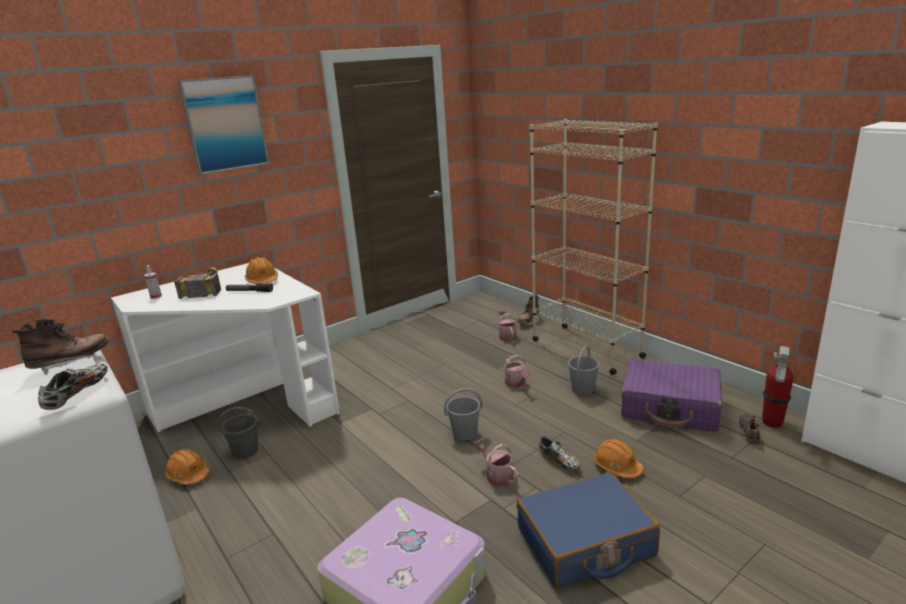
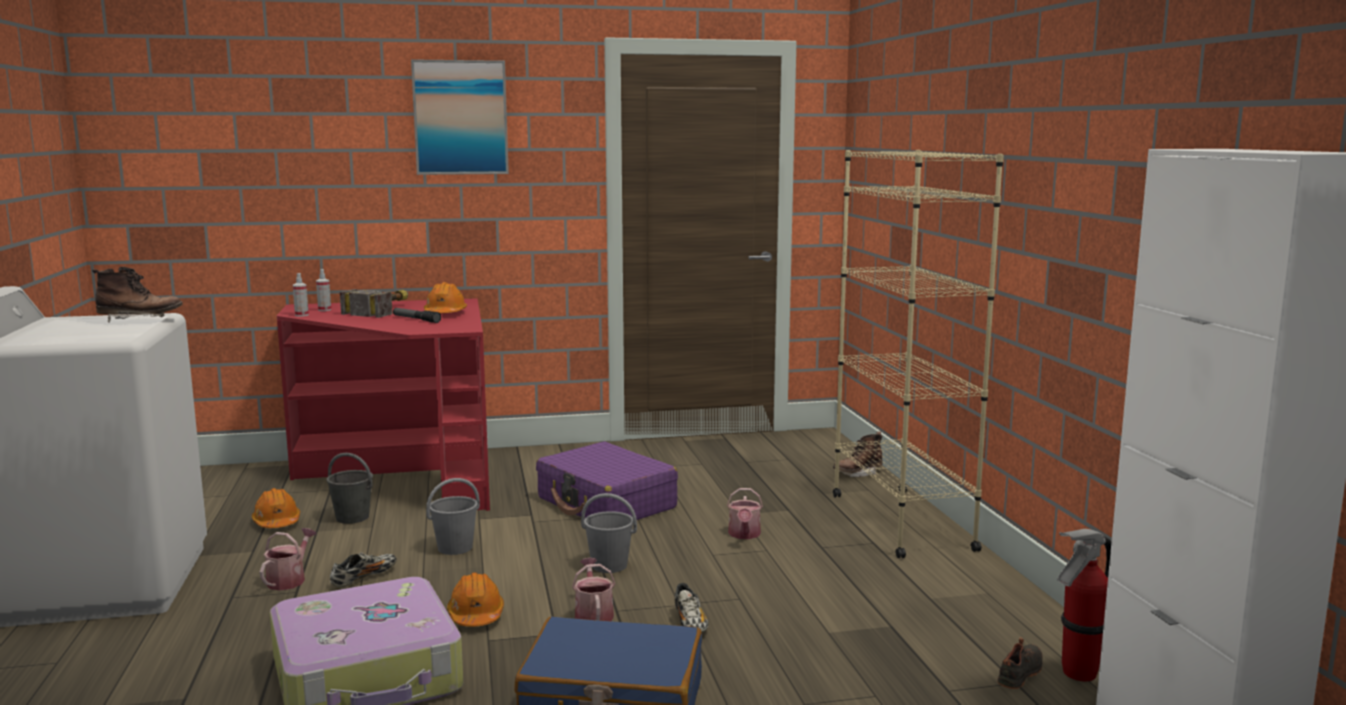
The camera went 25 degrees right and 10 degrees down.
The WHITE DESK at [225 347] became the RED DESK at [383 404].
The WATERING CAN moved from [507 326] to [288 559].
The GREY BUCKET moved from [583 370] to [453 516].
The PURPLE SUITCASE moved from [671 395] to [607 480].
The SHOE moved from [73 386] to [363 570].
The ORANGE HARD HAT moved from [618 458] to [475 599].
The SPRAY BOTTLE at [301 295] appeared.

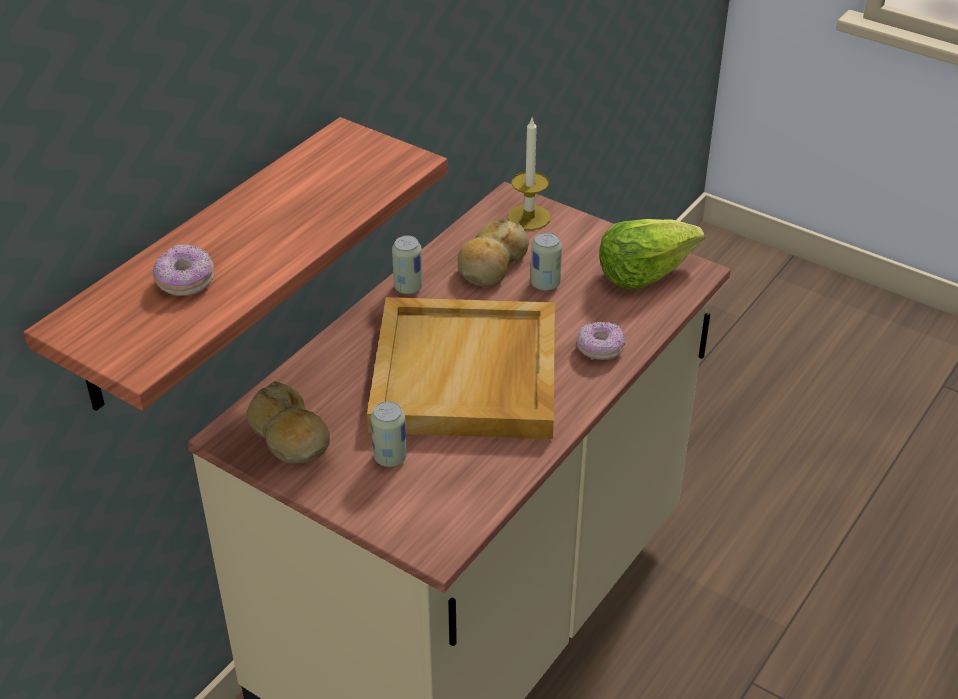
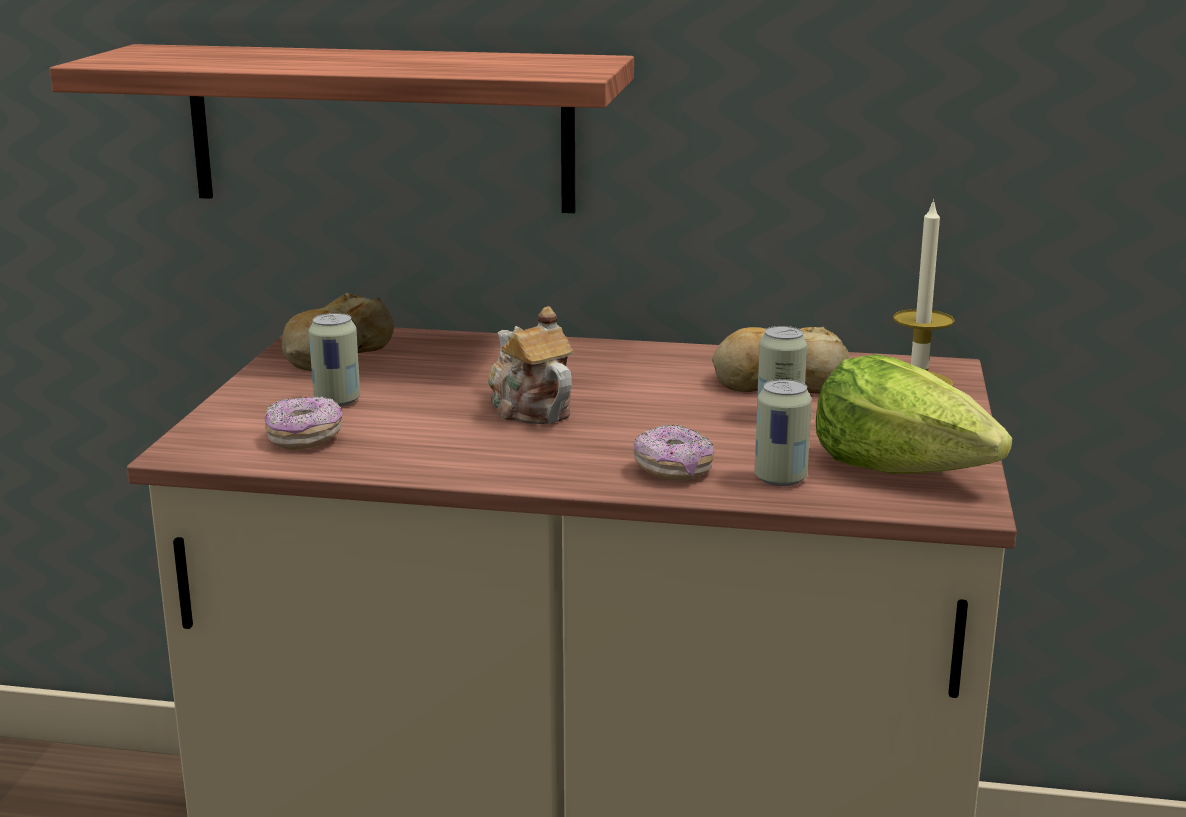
The camera went 65 degrees right and 20 degrees down.
The CAN moved from [407 264] to [783 432].
The DONUT moved from [183 270] to [303 423].
The BEIGE TRAY at [461 368] was replaced by the TEAPOT at [531 365].

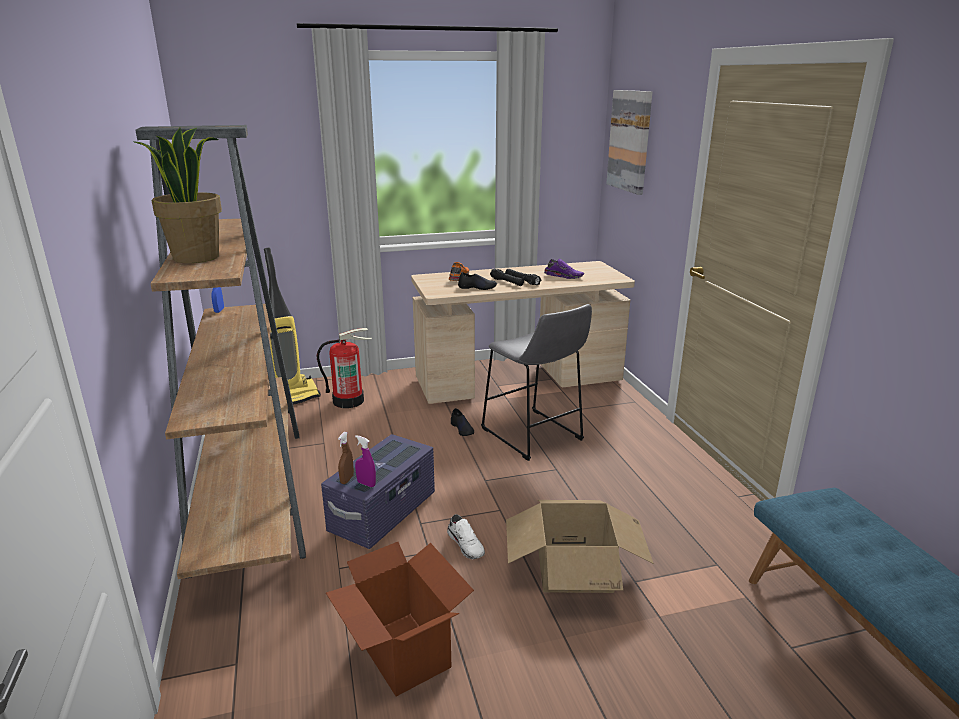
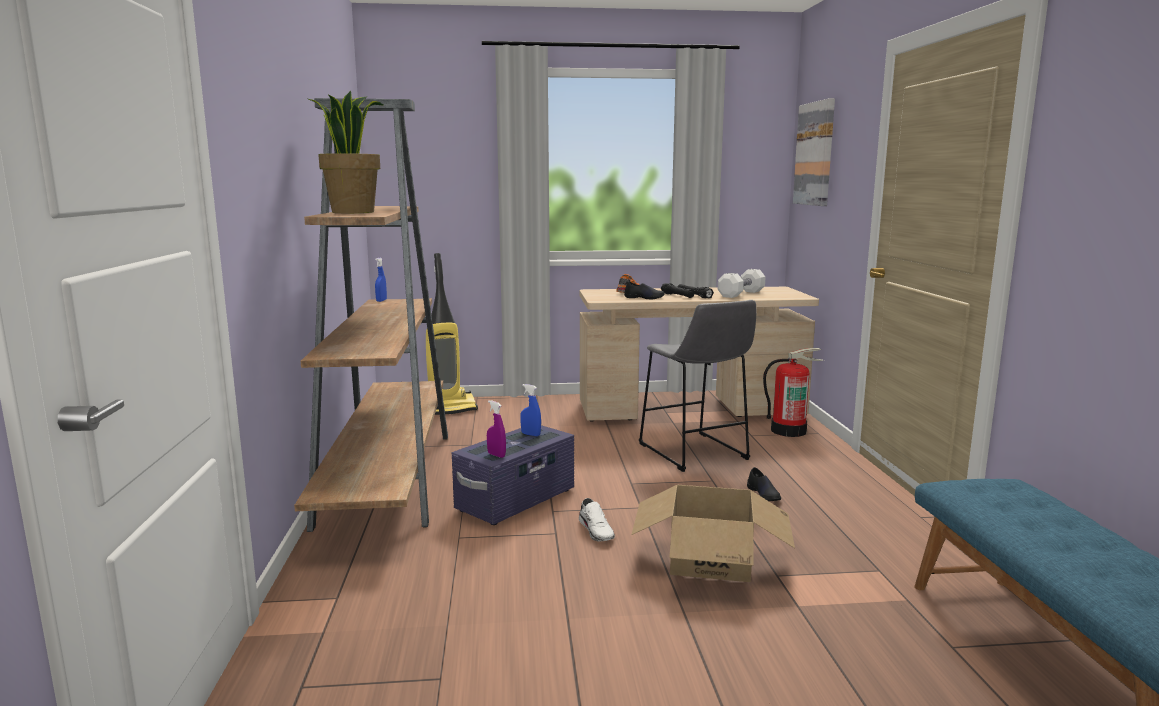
The camera went 10 degrees right and 10 degrees down.
The PURPLE SHOE at [564 268] was replaced by the WHITE DUMBBELL at [742 283].
The FIRE EXTINGUISHER moved from [344 368] to [793 392].
The BLACK SHOE moved from [462 422] to [764 484].
The BROWN SPRAY BOTTLE at [346 458] disappeared.
The CARDBOARD BOX at [400 619] disappeared.
The BLUE SPRAY BOTTLE at [530 410] appeared.

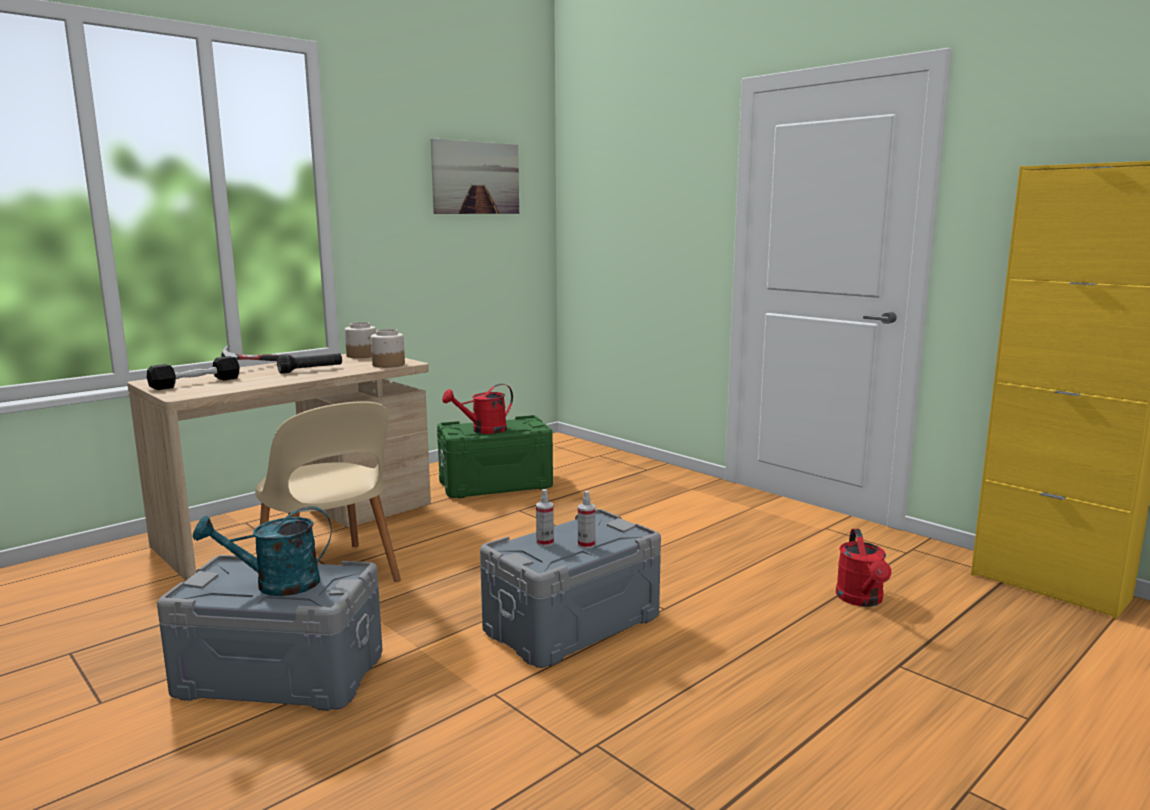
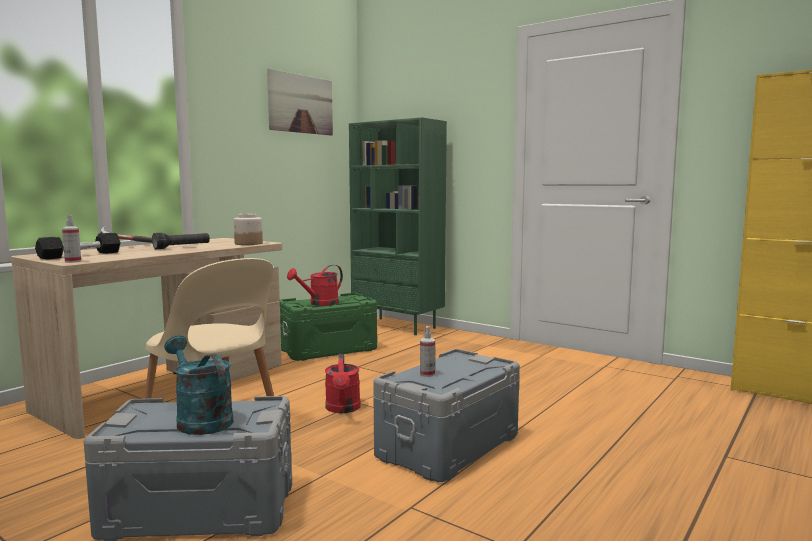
The camera went 10 degrees left and 5 degrees down.
The JAR at [360 340] disappeared.
The SPRAY BOTTLE moved from [586 520] to [71 239].
The TURQUOISE WATERING CAN at [262 551] turned 75 degrees clockwise.
The RED WATERING CAN moved from [864 568] to [343 383].
The GREEN BOOKCASE at [398 226] appeared.

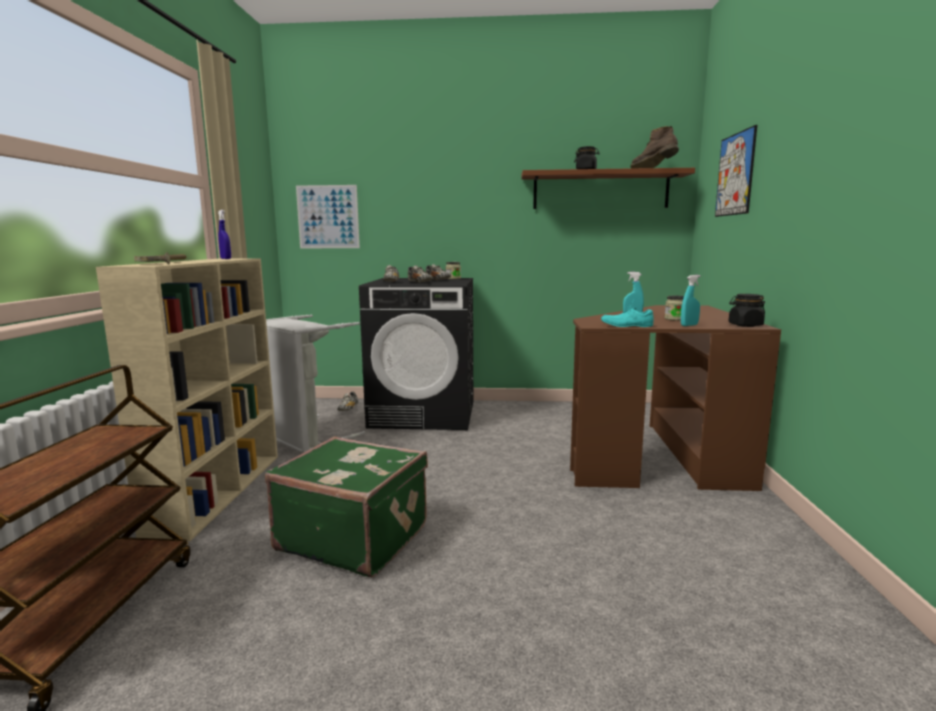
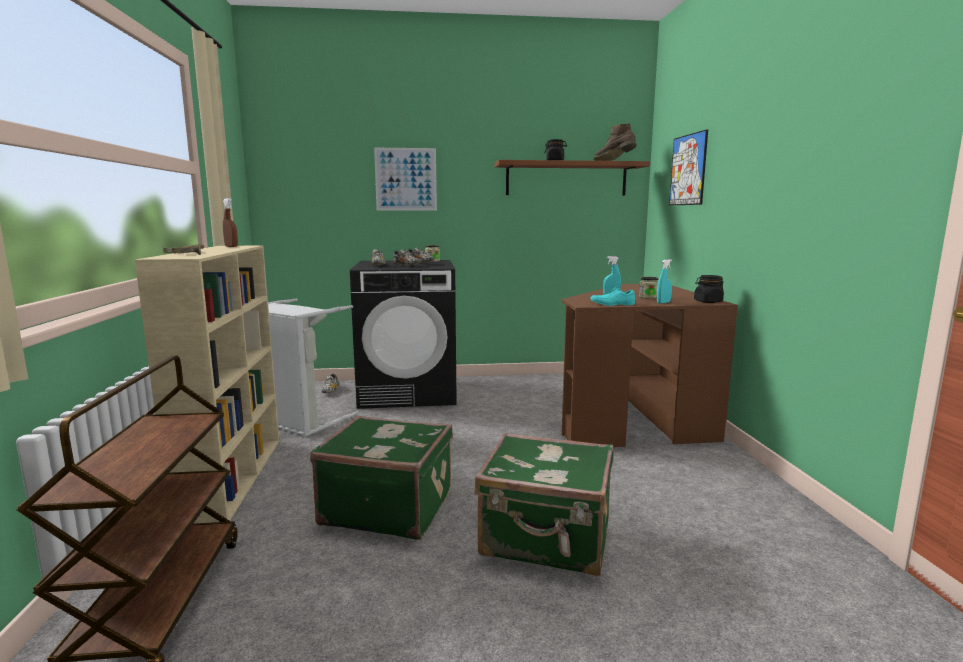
The camera went 10 degrees left and 0 degrees up.
The PICTURE moved from [328 216] to [405 179].
The BLUE SPRAY BOTTLE at [224 234] became the BROWN SPRAY BOTTLE at [230 222].
The GREEN SUITCASE at [544 504] appeared.

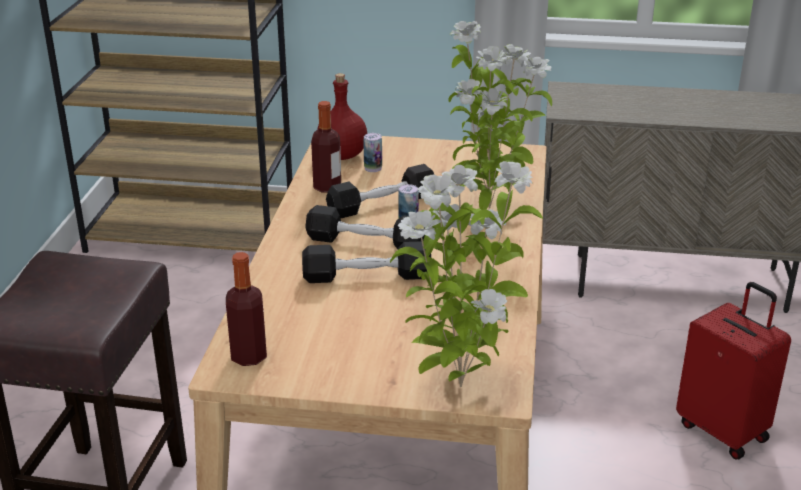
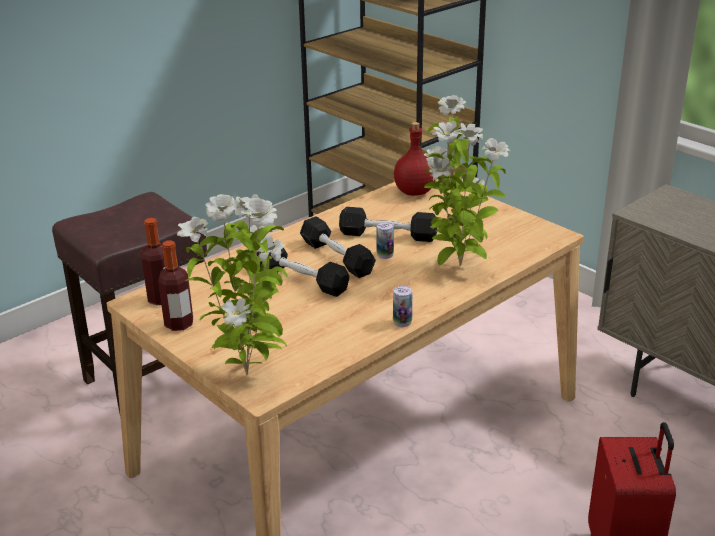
The camera went 40 degrees right and 0 degrees up.
The BOTTLE moved from [326 146] to [175 285].
The CAN moved from [372 152] to [403 306].

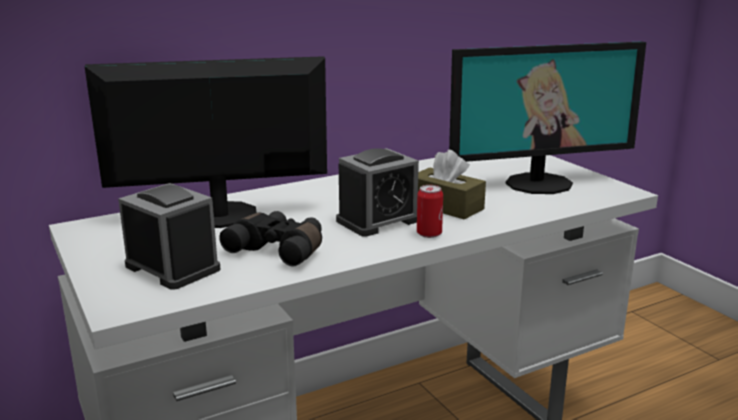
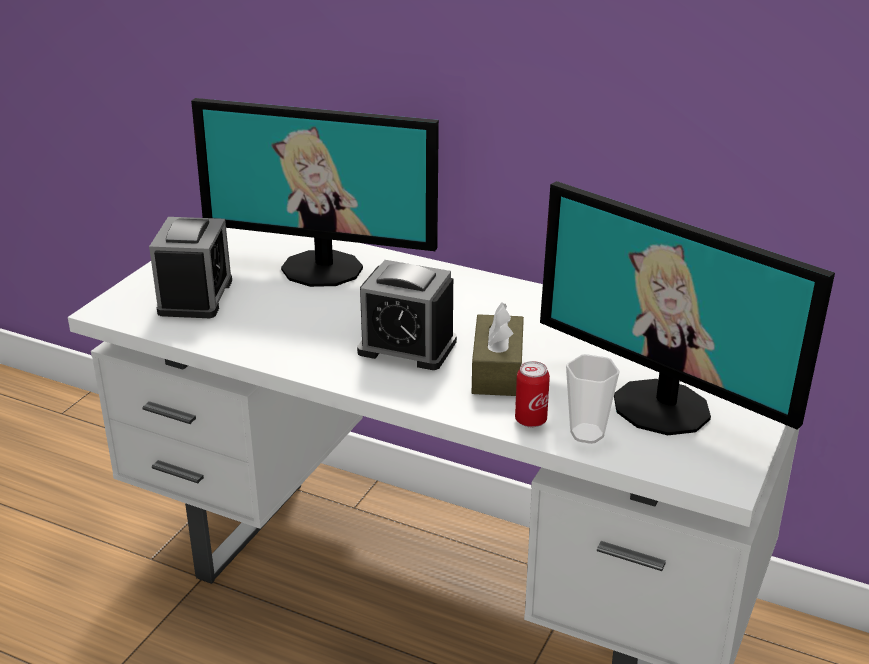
The camera went 55 degrees right and 10 degrees up.
The MONITOR at [205 142] turned 150 degrees clockwise.
The CAN moved from [430 211] to [532 394].
The BLACK BINOCULARS at [270 238] disappeared.
The CUP at [593 399] appeared.

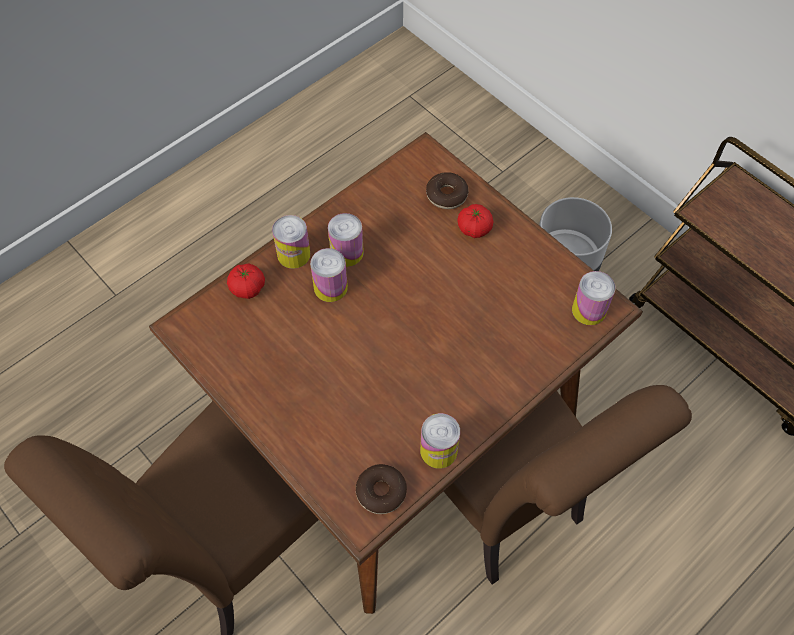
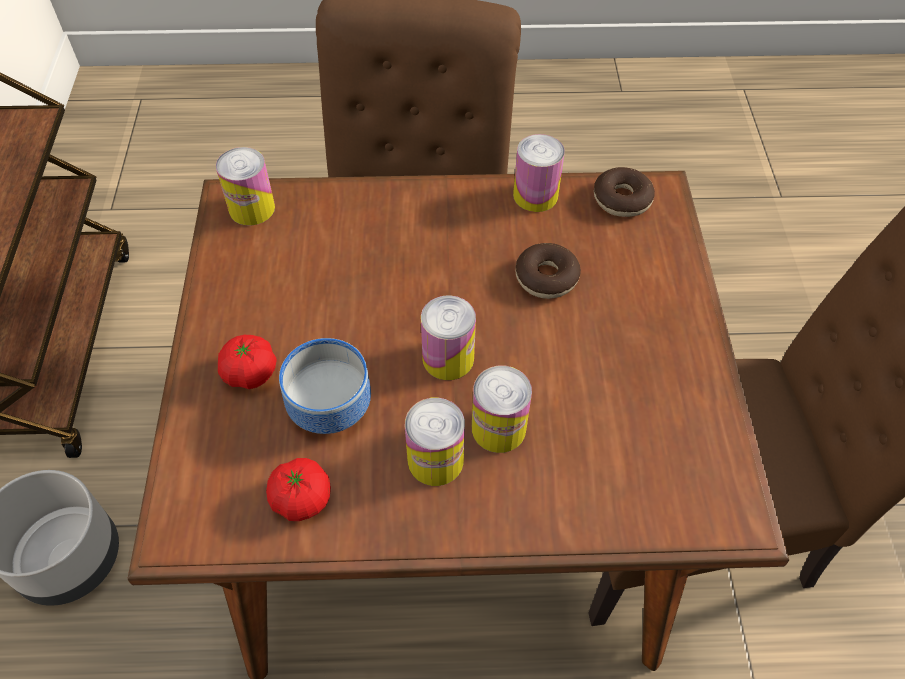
The camera went 140 degrees left and 5 degrees down.
The DONUT moved from [447 190] to [548 271].
The CAN moved from [291 242] to [448 337].
The TOMATO moved from [246 281] to [298 489].
The BOWL at [325 386] appeared.

